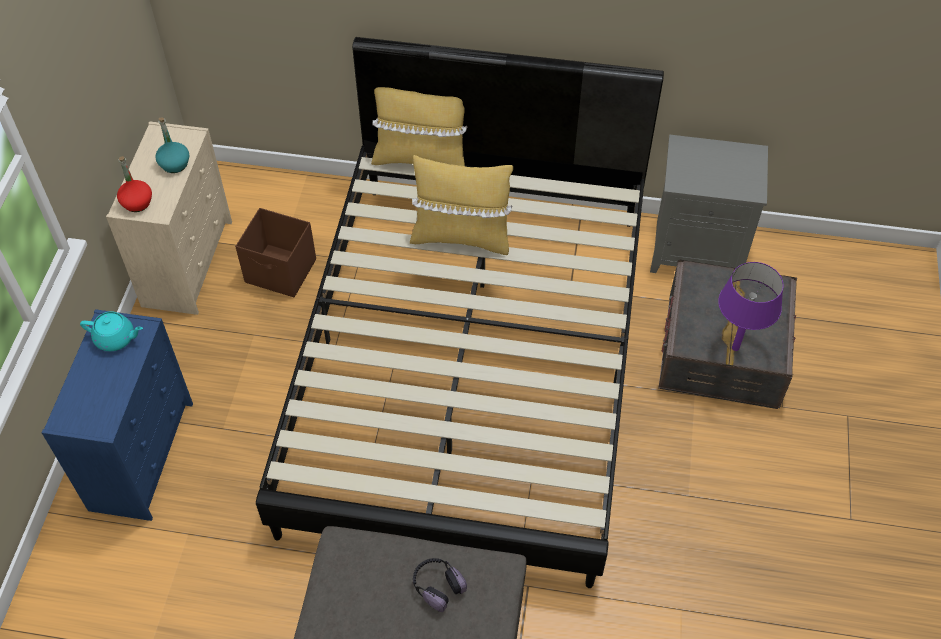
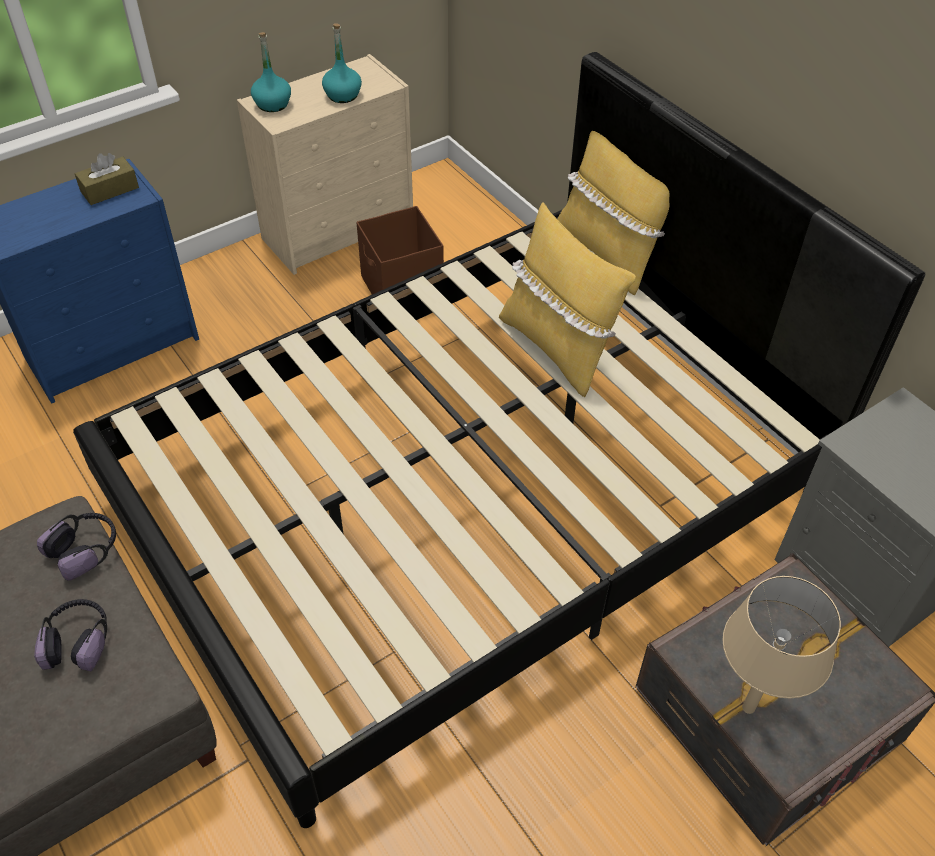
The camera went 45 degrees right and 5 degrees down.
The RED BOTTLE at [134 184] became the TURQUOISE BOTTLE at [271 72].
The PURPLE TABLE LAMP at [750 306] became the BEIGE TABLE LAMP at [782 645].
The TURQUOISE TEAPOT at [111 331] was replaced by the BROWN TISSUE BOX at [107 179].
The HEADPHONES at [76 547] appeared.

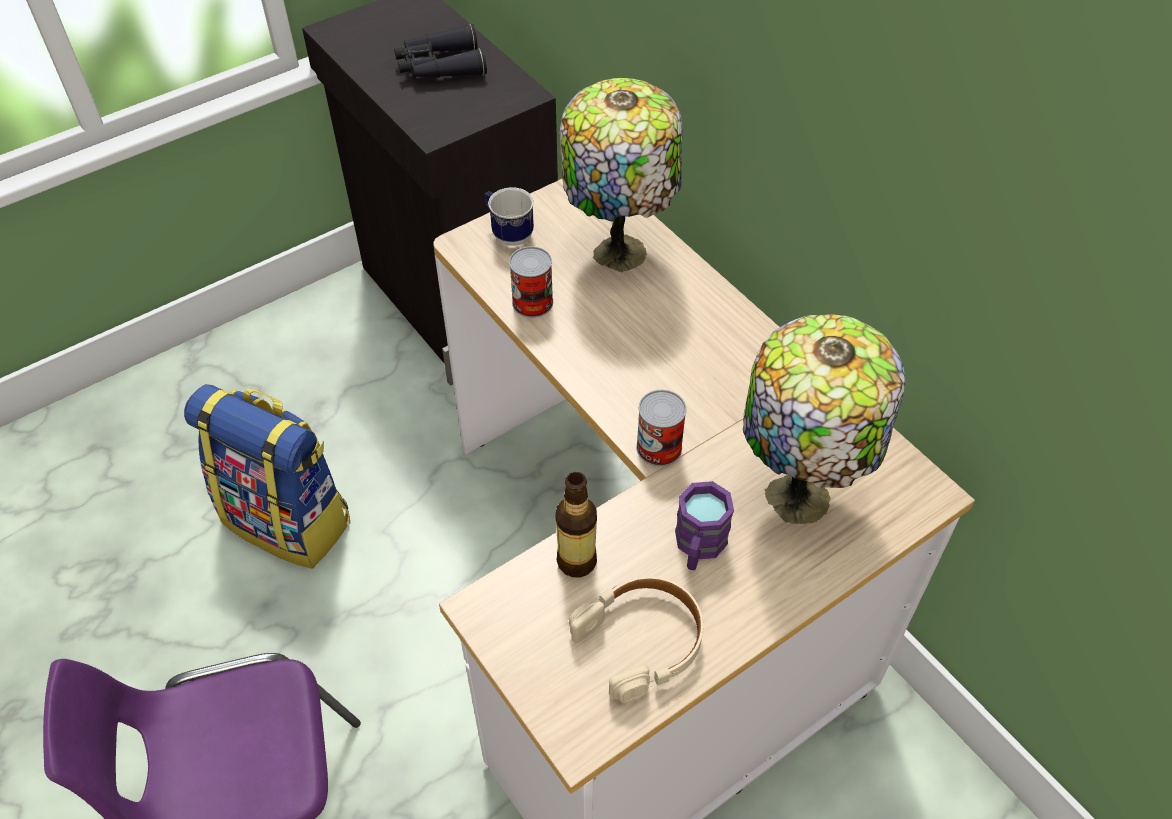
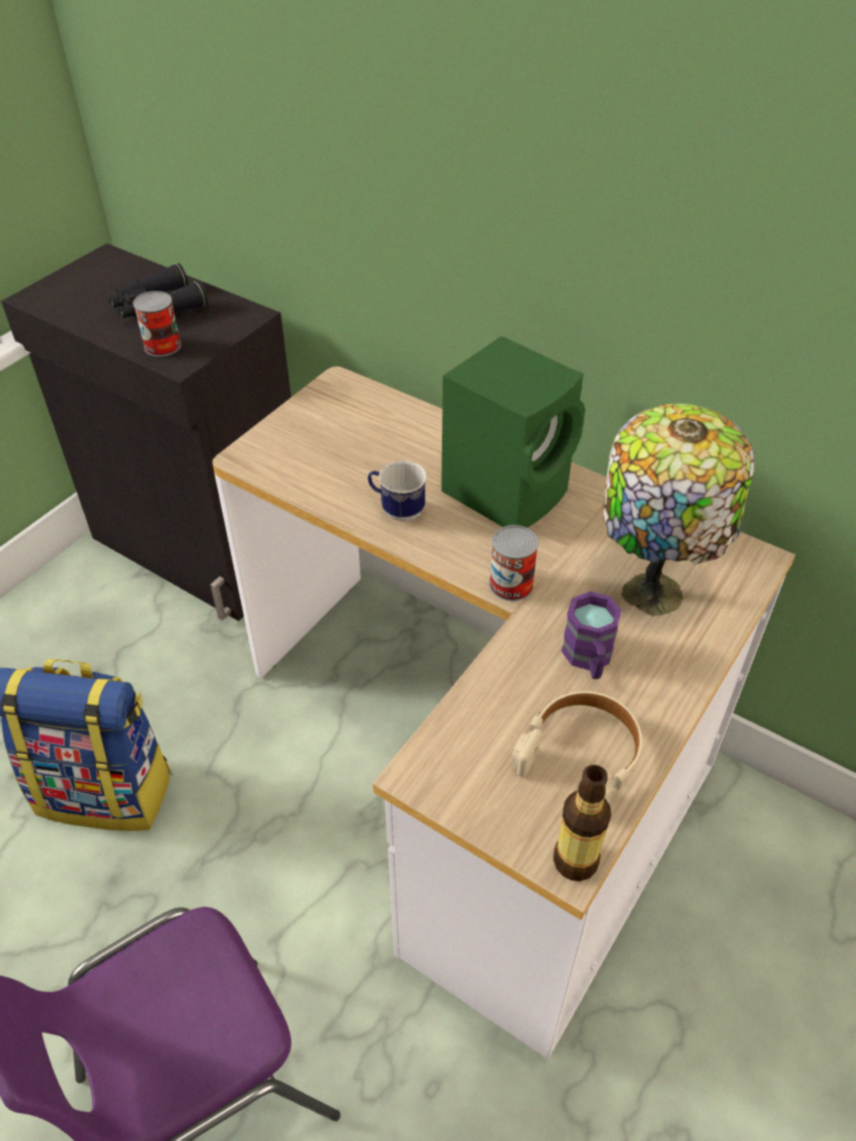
The camera went 20 degrees left and 5 degrees down.
The TABLE LAMP at [621 175] disappeared.
The MUG moved from [509 216] to [397 490].
The CAN moved from [531 282] to [157 324].
The BOTTLE moved from [576 524] to [582 823].
The GREEN SPEAKER at [513 432] appeared.

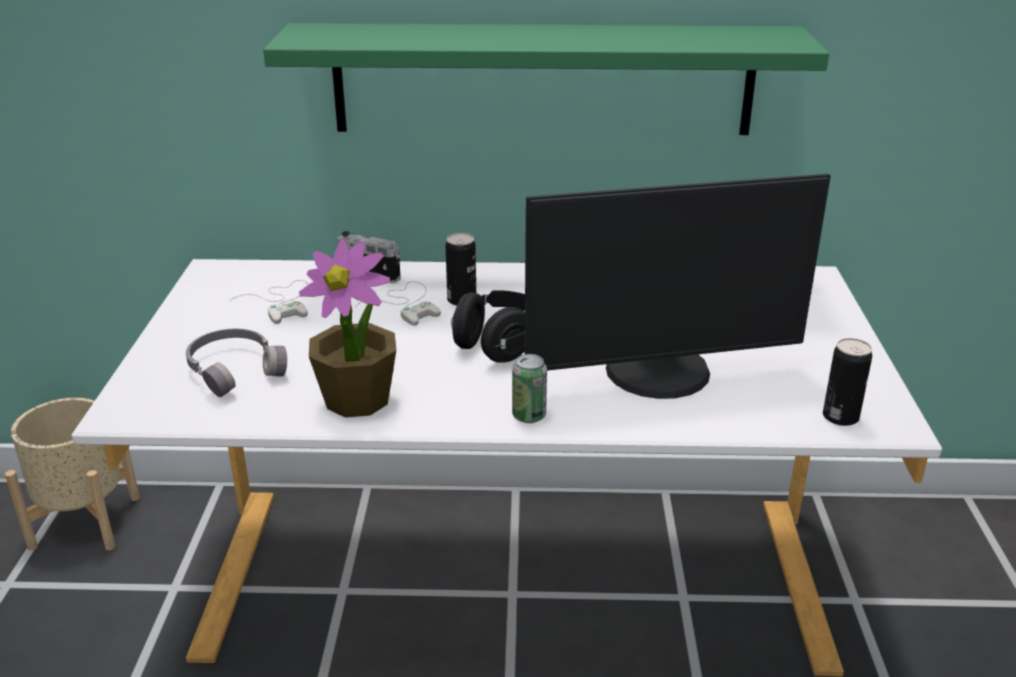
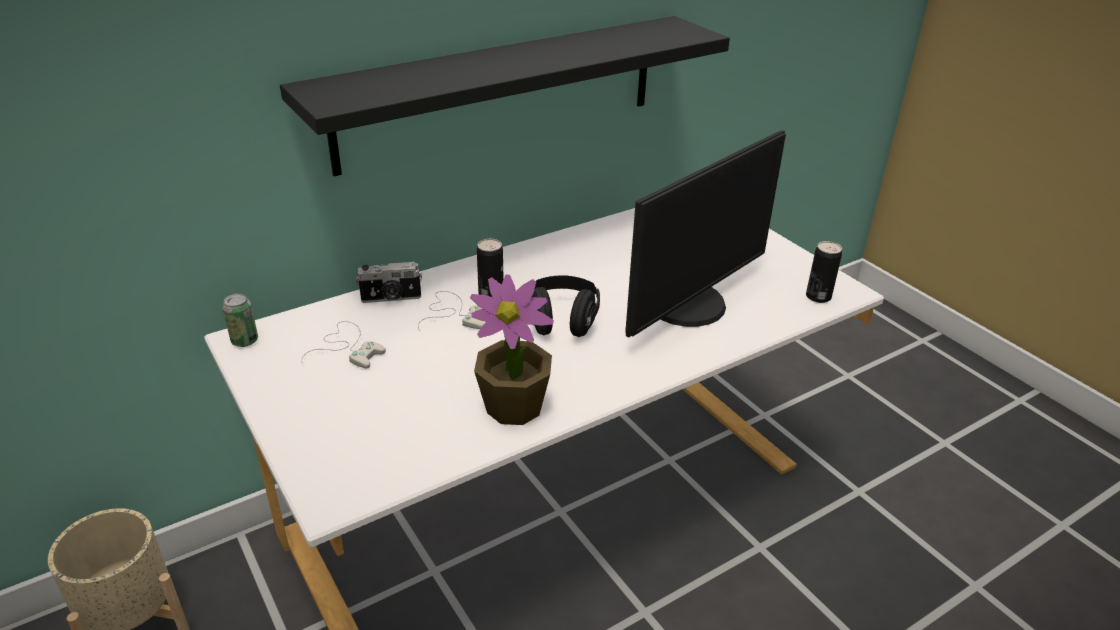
The camera went 35 degrees left and 5 degrees up.
The GREEN SHELF at [546 79] became the BLACK SHELF at [505 96].
The GREY HEADPHONES at [236 363] disappeared.
The CAN moved from [529 388] to [240 320].

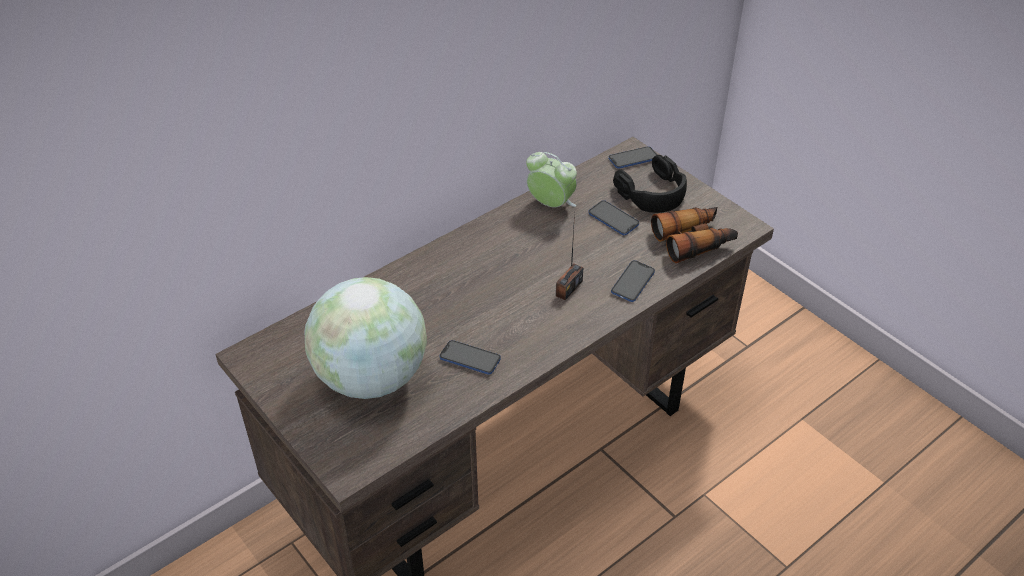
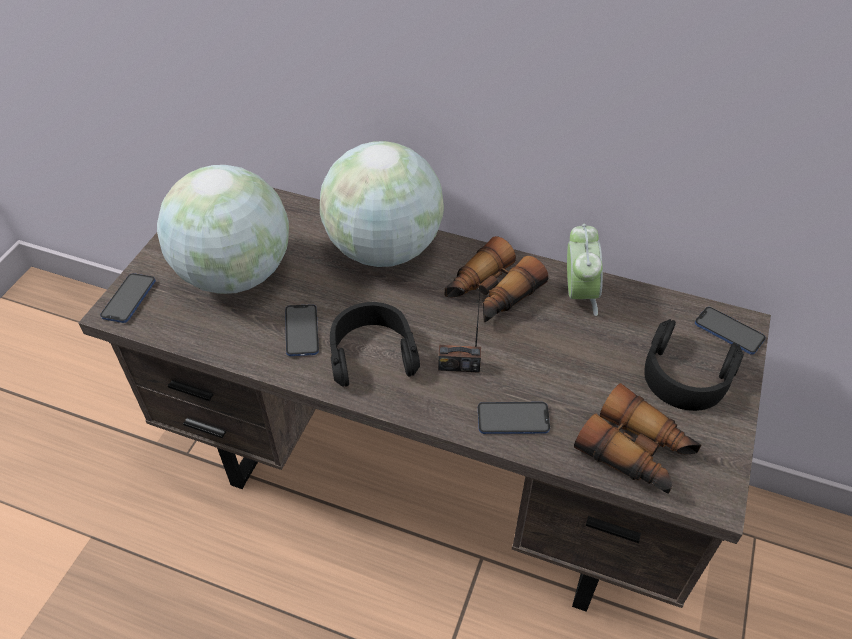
The camera went 60 degrees right and 5 degrees up.
The PHONE moved from [614 217] to [128 298].
The GLOBE at [382 204] appeared.
The BINOCULARS at [496 279] appeared.
The BLACK HEADPHONES at [375 344] appeared.

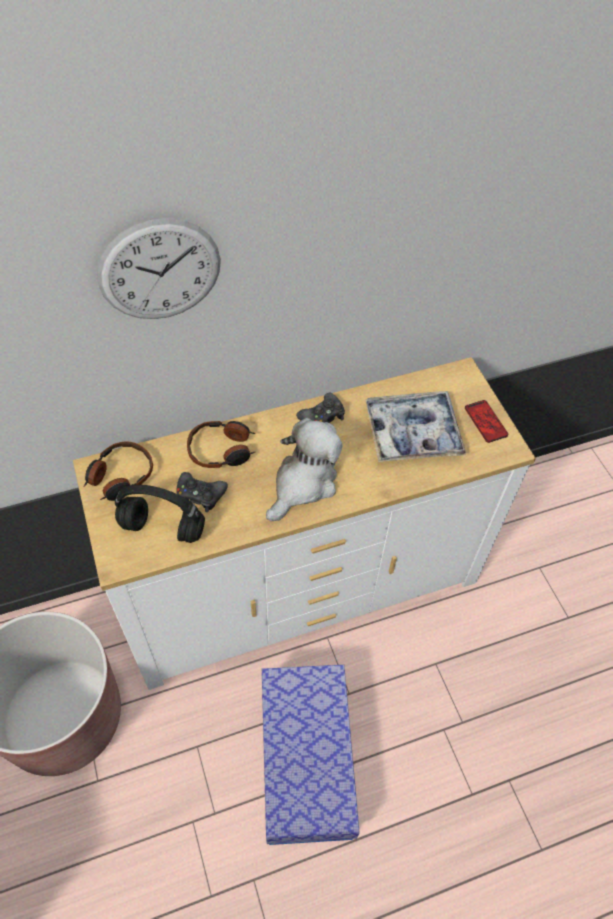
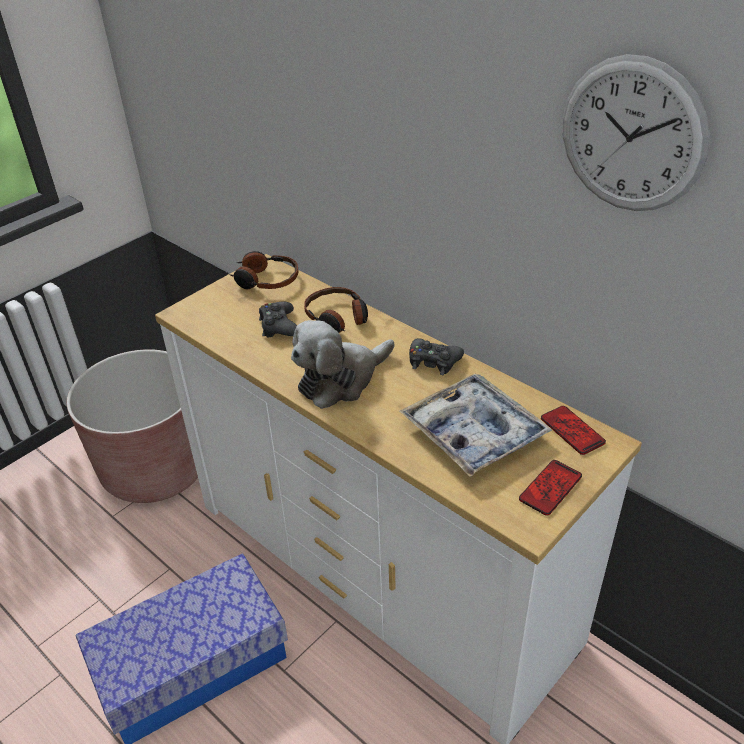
The camera went 65 degrees right and 15 degrees down.
The WALL CLOCK moved from [159 268] to [636 132].
The PLUSH TOY at [304 469] turned 135 degrees clockwise.
The BLACK HEADPHONES at [160 514] disappeared.
The PHONE at [573 430] appeared.

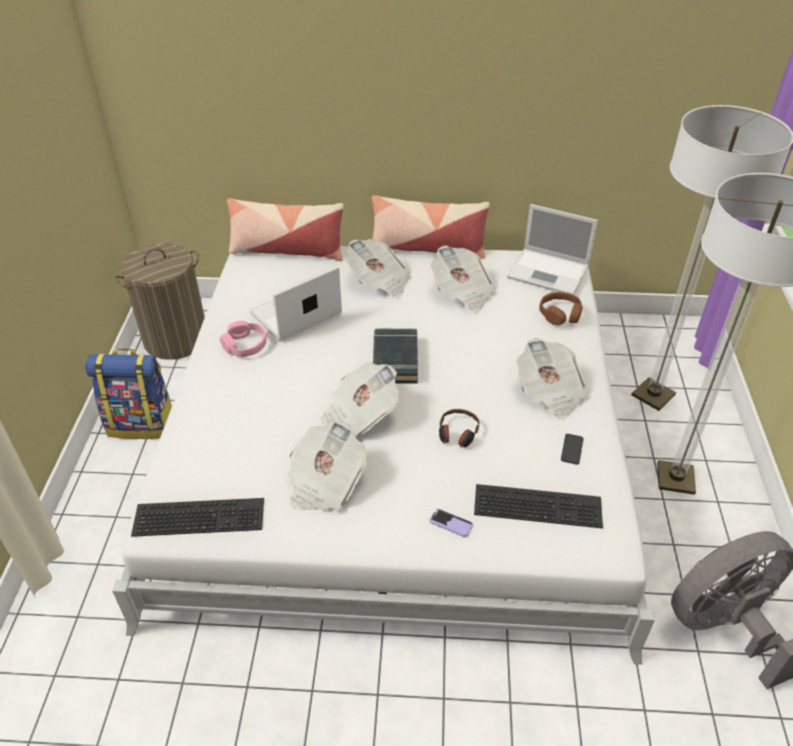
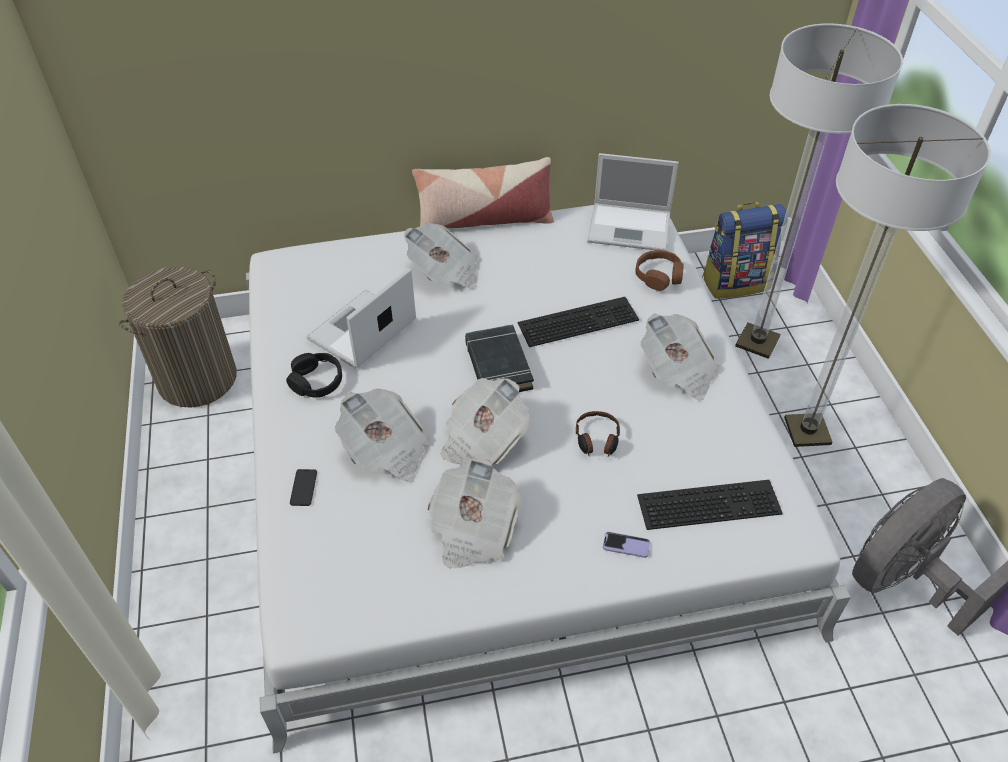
The camera went 15 degrees left and 5 degrees up.
The PILLOW at [285 229] disappeared.
The NEWSPAPER moved from [463 278] to [382 435].
The PINK HEADPHONES at [243 339] became the BLACK HEADPHONES at [314 375].
The BACKPACK moved from [128 393] to [744 250].
The PHONE moved from [572 449] to [303 487].
The KEYBOARD moved from [197 517] to [578 322].

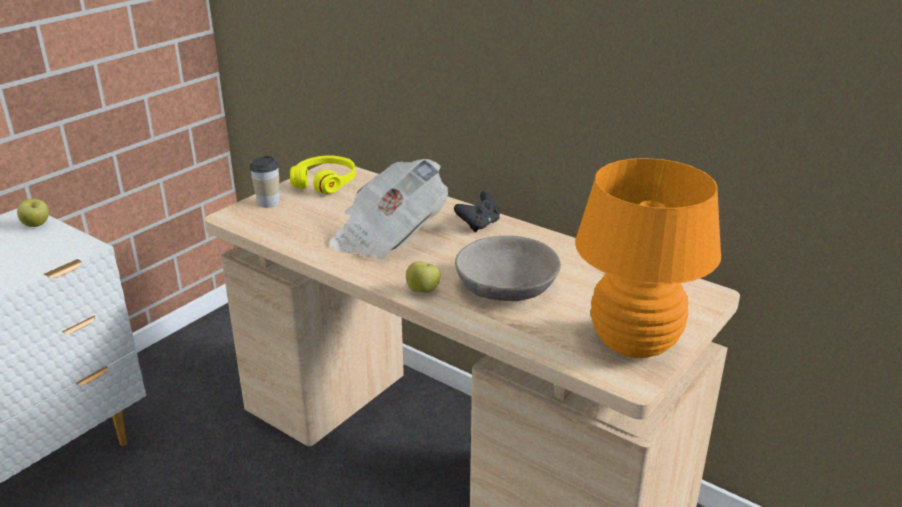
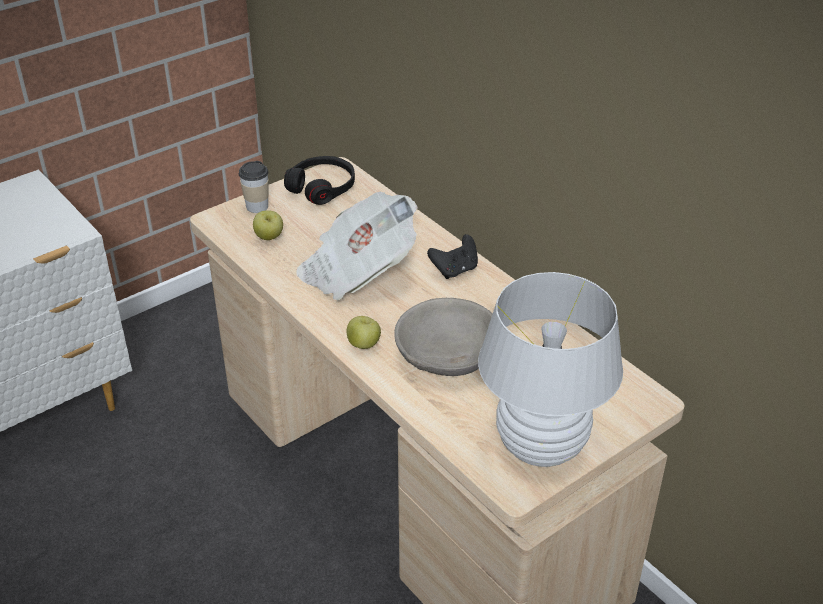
The camera went 15 degrees right and 10 degrees up.
The YELLOW HEADPHONES at [323 174] became the BLACK HEADPHONES at [319 180].
The ORANGE TABLE LAMP at [648 258] became the WHITE TABLE LAMP at [550 369].
The APPLE moved from [33 213] to [268 225].

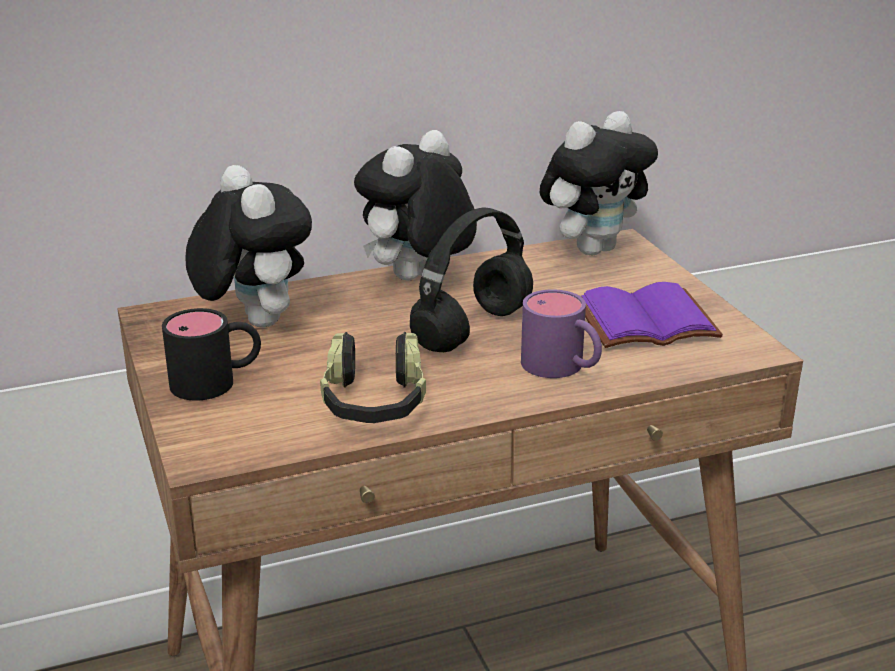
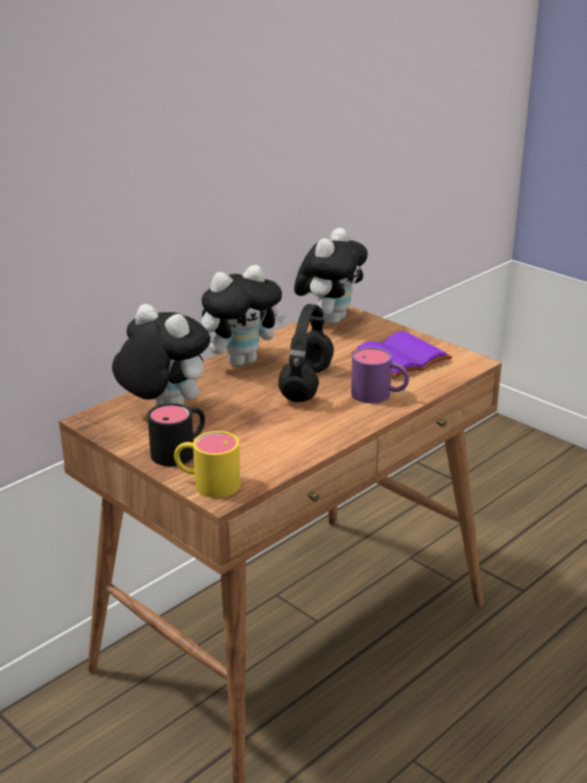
The camera went 25 degrees left and 0 degrees up.
The PLUSH TOY at [415 205] turned 135 degrees counterclockwise.
The HEADPHONES at [373 377] disappeared.
The YELLOW MUG at [207 464] appeared.

